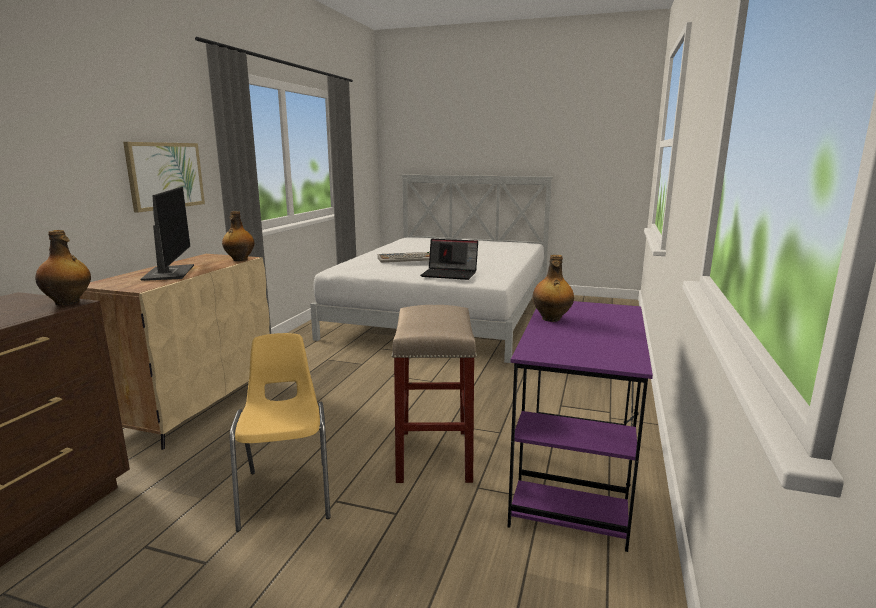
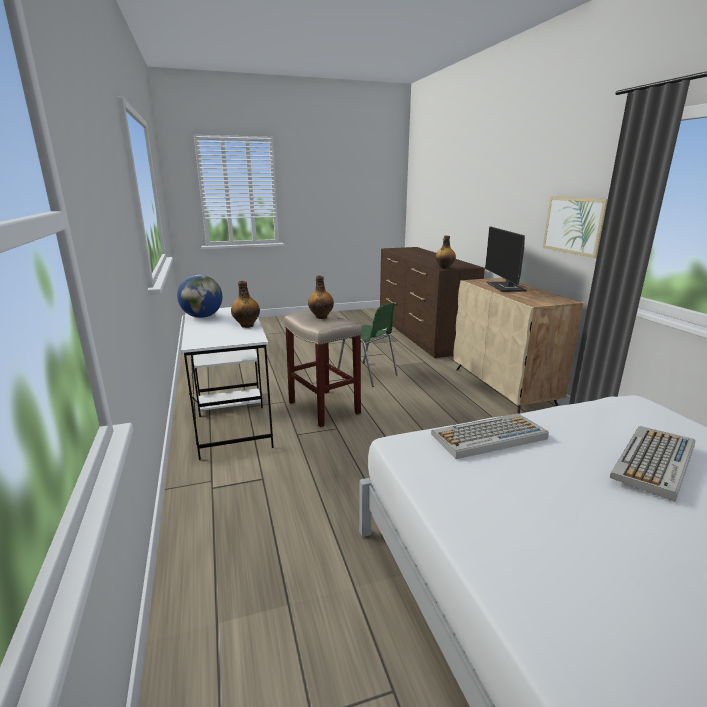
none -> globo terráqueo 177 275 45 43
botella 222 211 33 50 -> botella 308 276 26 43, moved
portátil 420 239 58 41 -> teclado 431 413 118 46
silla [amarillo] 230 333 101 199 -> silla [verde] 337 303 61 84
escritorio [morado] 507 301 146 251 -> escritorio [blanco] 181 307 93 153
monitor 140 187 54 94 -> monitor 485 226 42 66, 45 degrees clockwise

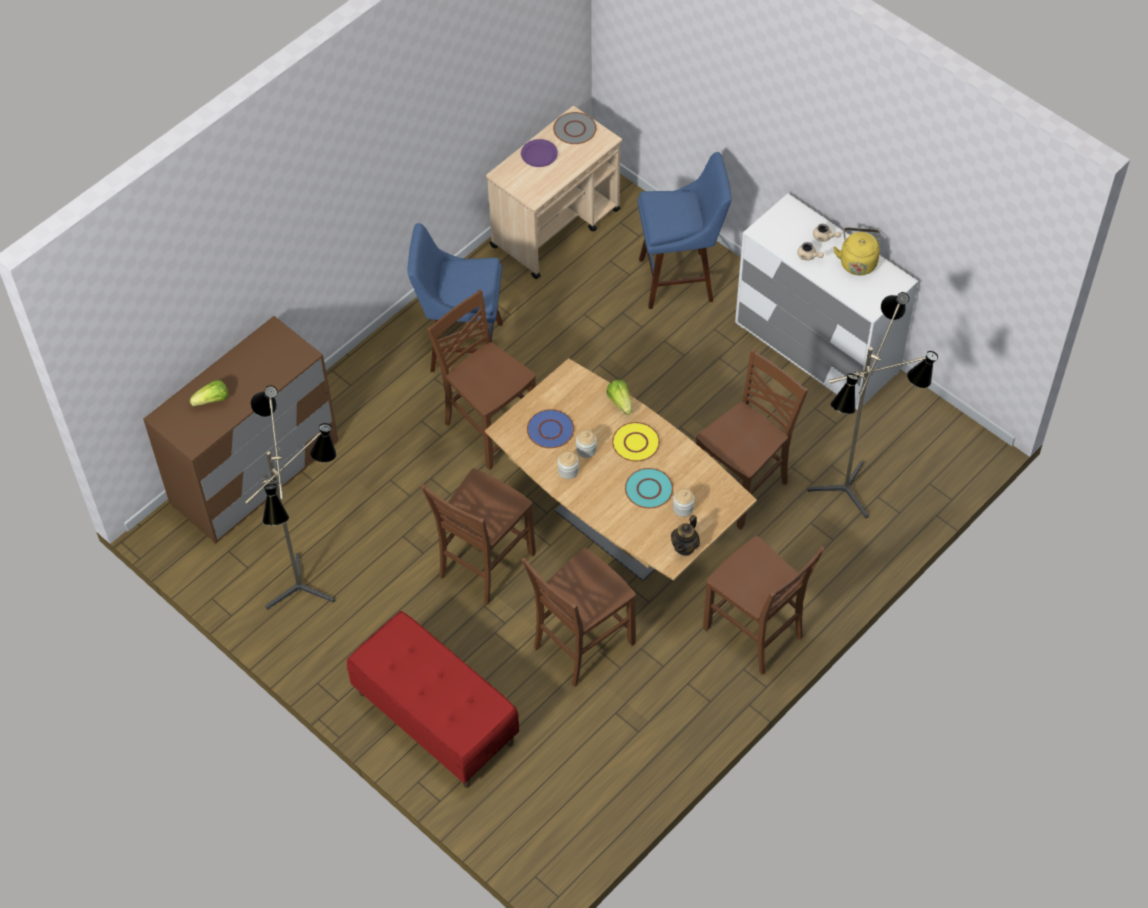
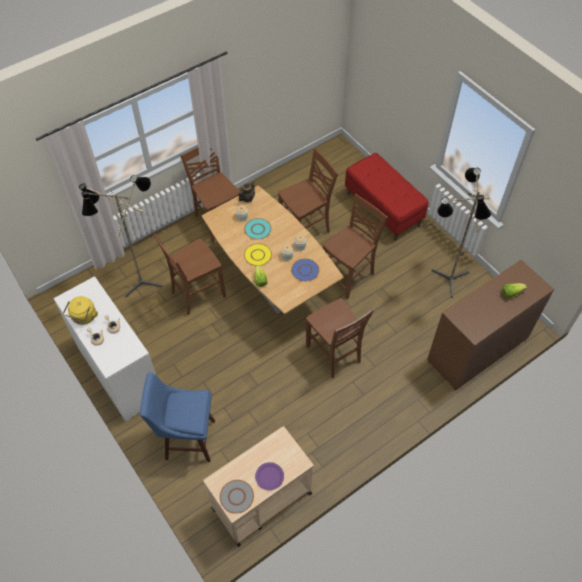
taburete [azul] 408 223 95 149 -> none

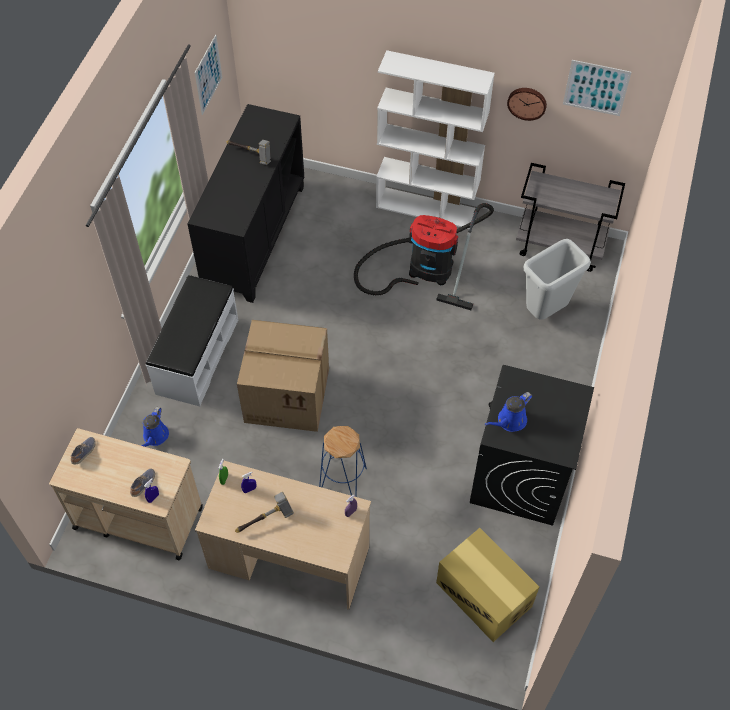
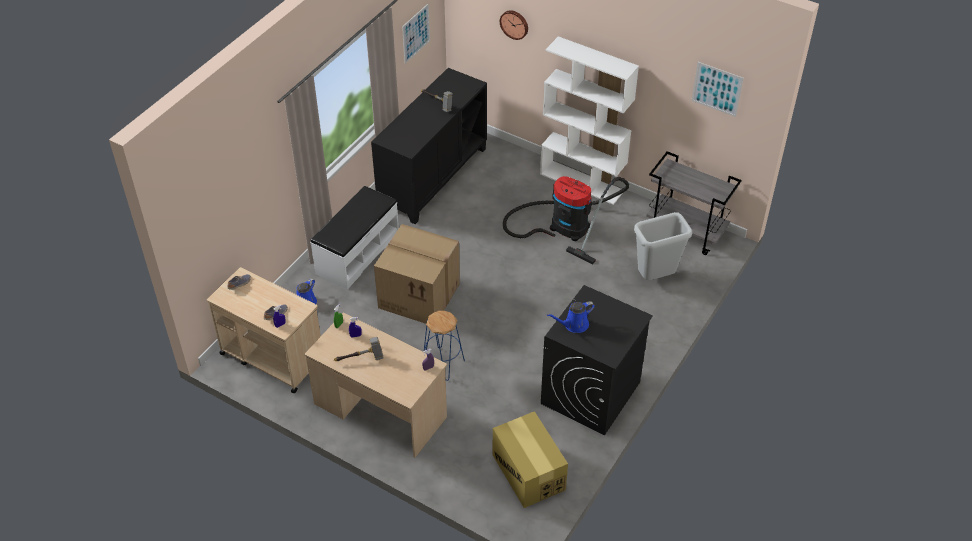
reloj de pared 507 88 40 33 -> reloj de pared 500 10 28 30, moved

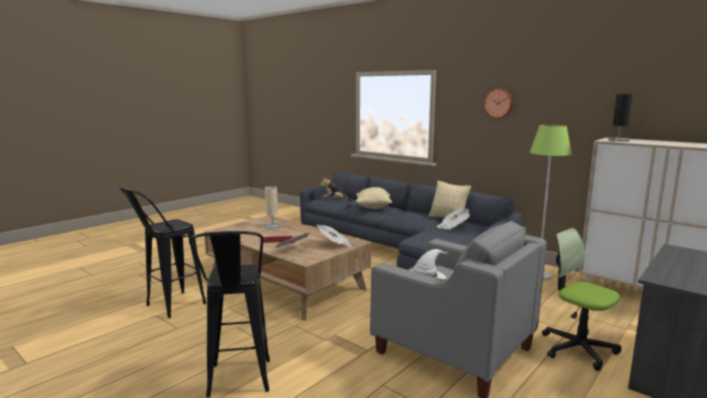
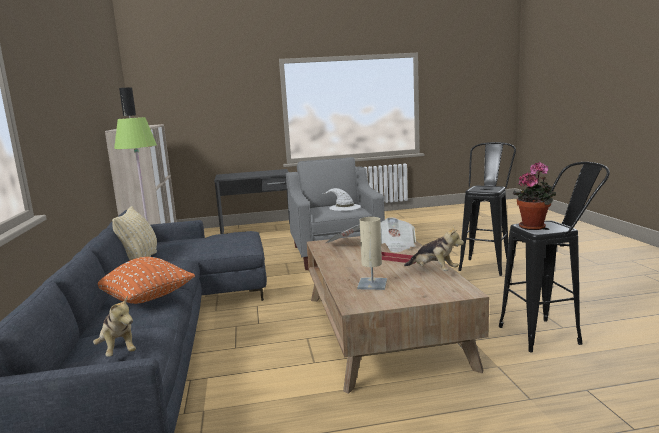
periódico 437 208 33 22 -> none
reloj de pared 484 89 29 29 -> none
silla de oficina 542 228 80 143 -> none
none -> peluche 404 225 60 46
none -> planta en maceta 513 162 43 68
cojín [beis] 356 187 36 22 -> cojín [naranja] 98 257 97 47

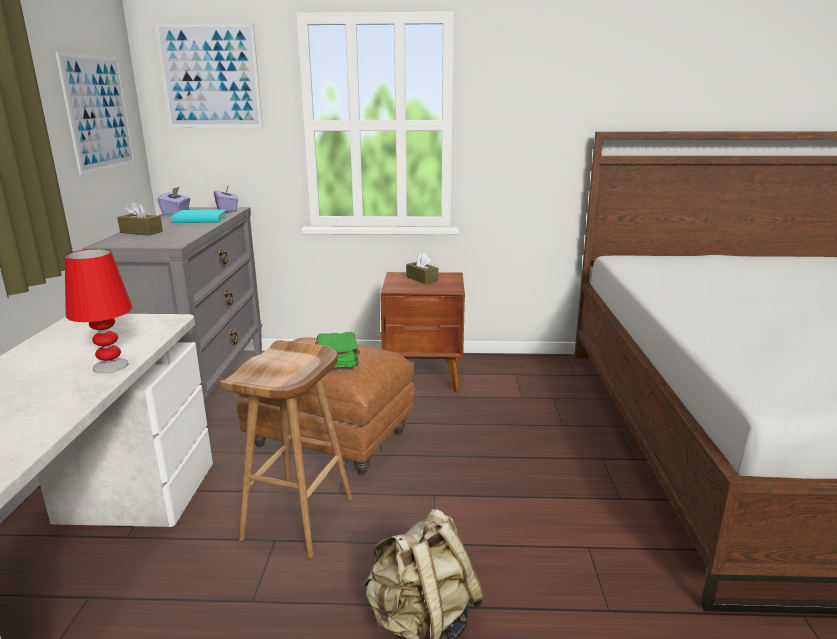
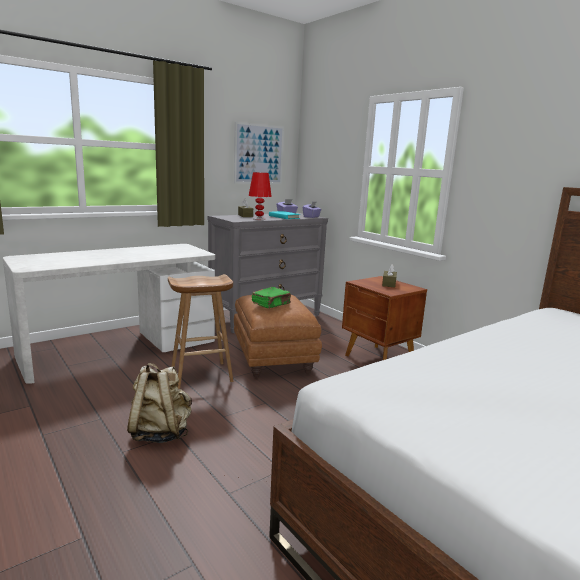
cuadro 155 23 108 105 -> none
lámpara de mesa [rojo] 65 249 68 125 -> lámpara de mesa [rojo] 249 172 23 48, moved

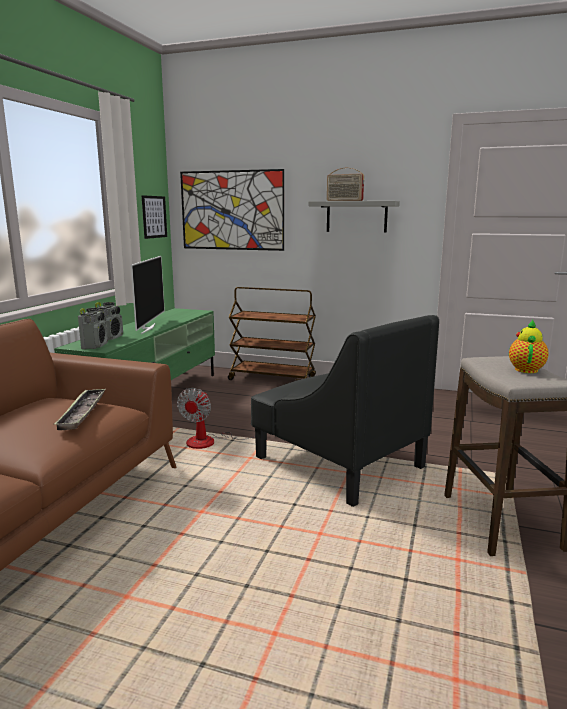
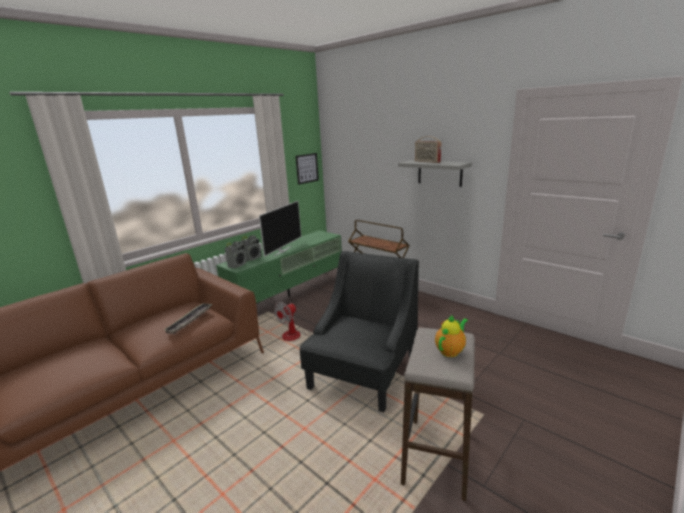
cuadro 180 169 104 82 -> none
sillón [negro] 251 315 188 192 -> sillón [negro] 300 251 119 161, 135 degrees counterclockwise

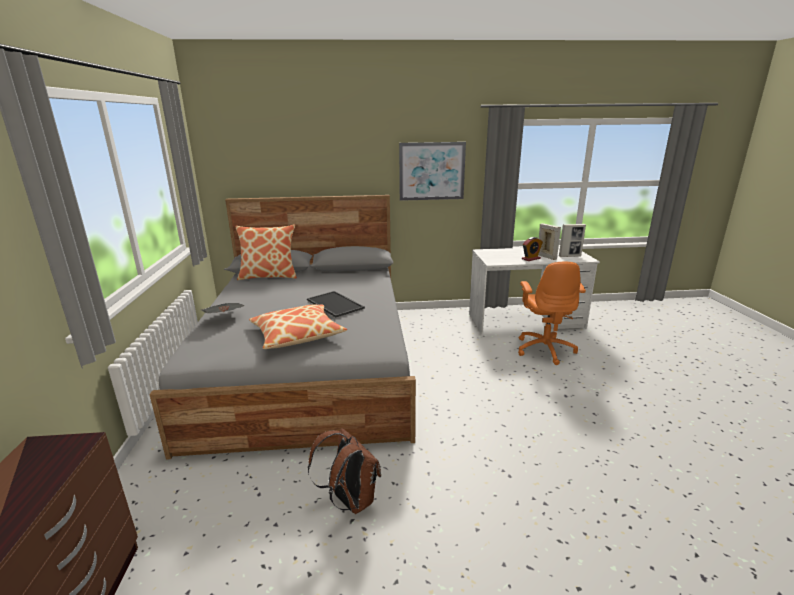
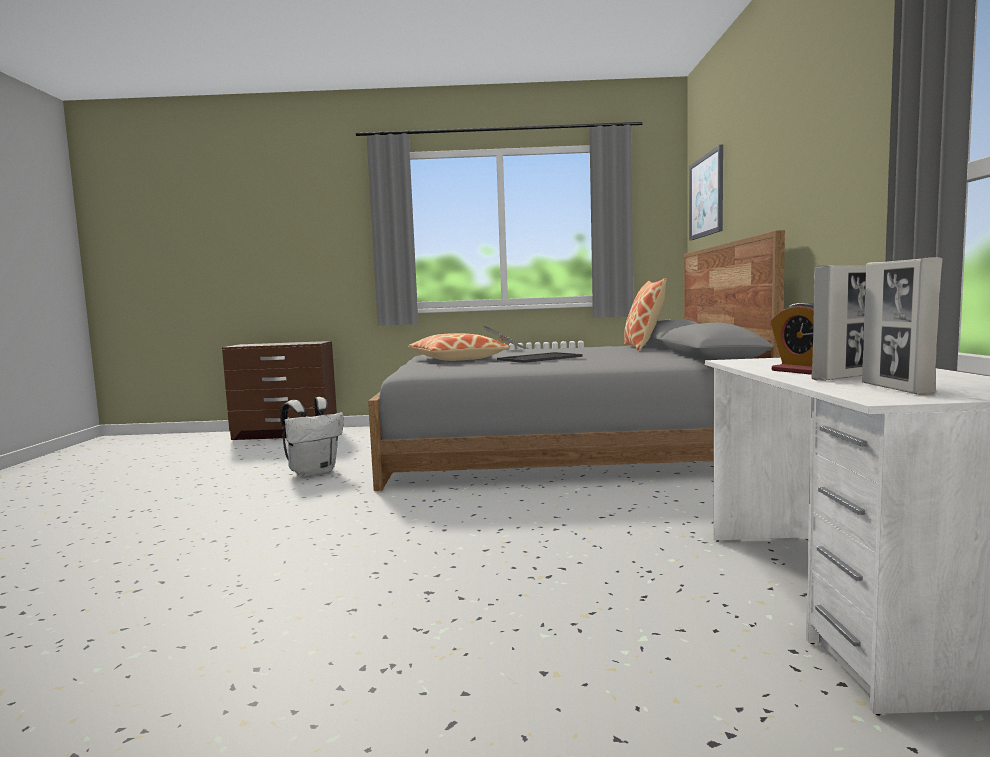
silla de oficina [naranja] 518 262 68 103 -> none
cuadro 399 142 67 59 -> cuadro 689 145 34 95, moved
mochila [marrón] 308 428 73 86 -> mochila [blanco] 280 397 64 80

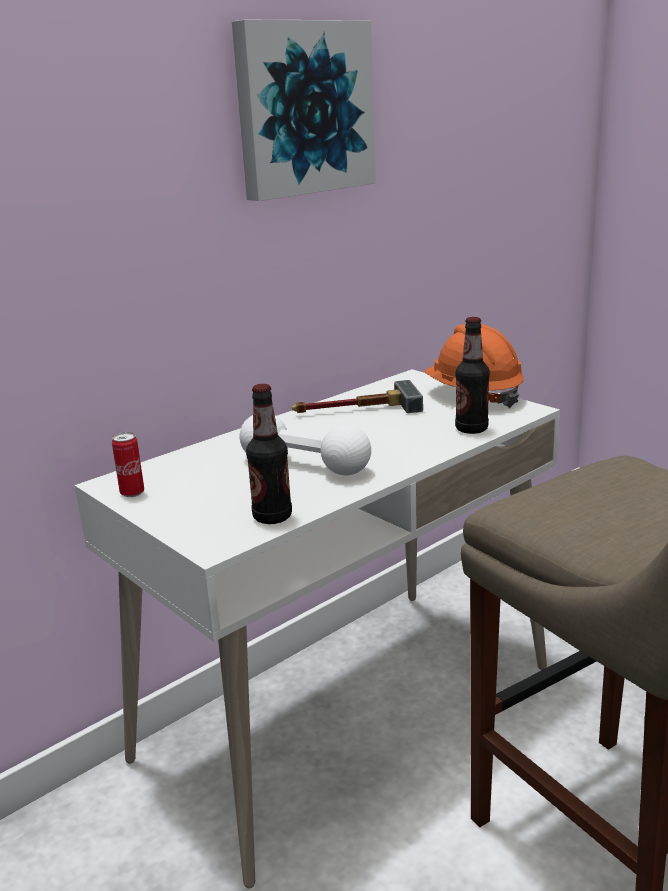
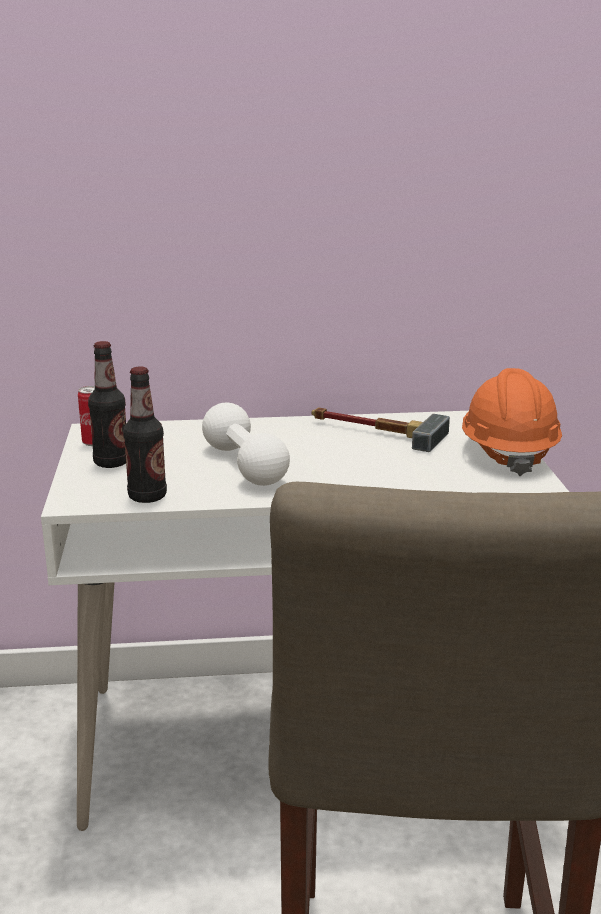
cuadro 232 20 144 181 -> none
botella 455 317 35 117 -> botella 88 341 38 127, moved

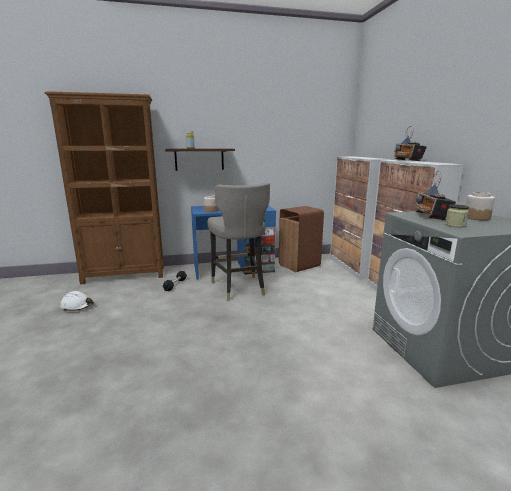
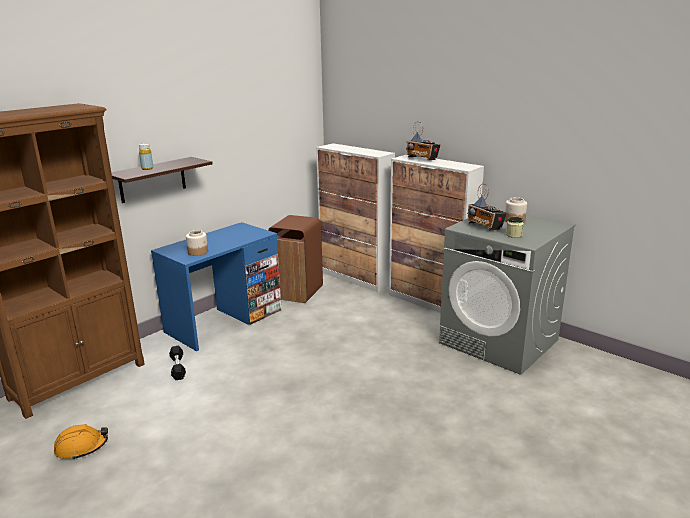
taburete [gris] 207 182 63 119 -> none
casco [blanco] 60 291 34 20 -> casco [naranja] 54 424 54 36

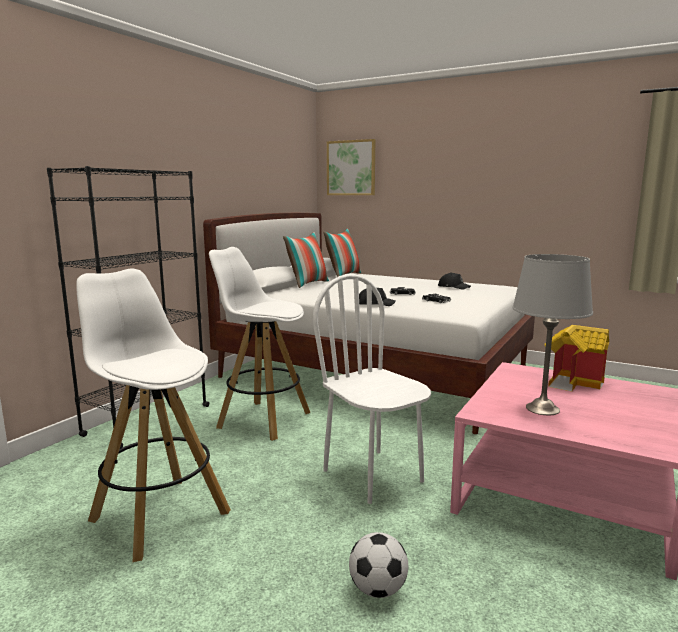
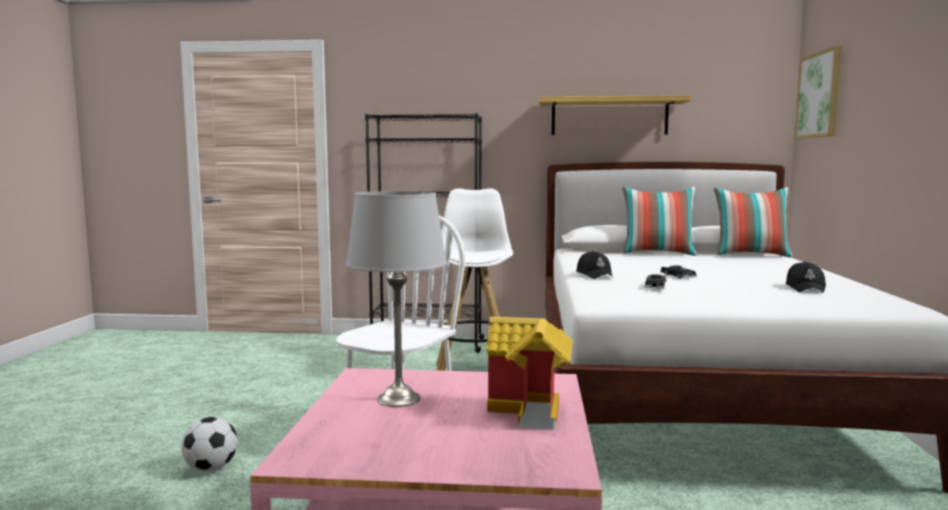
taburete [blanco] 76 268 155 294 -> none
none -> estante 539 95 152 40

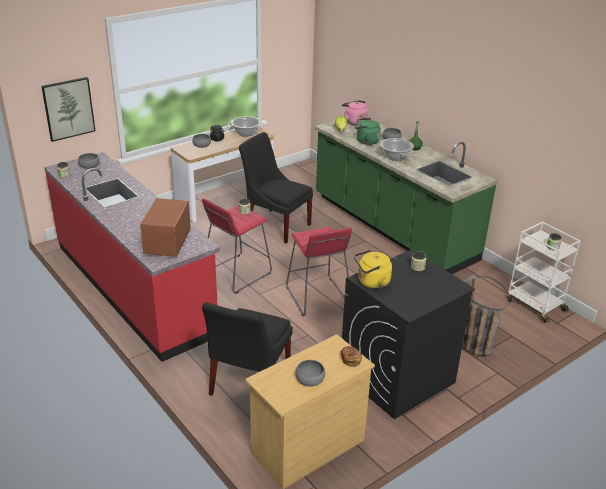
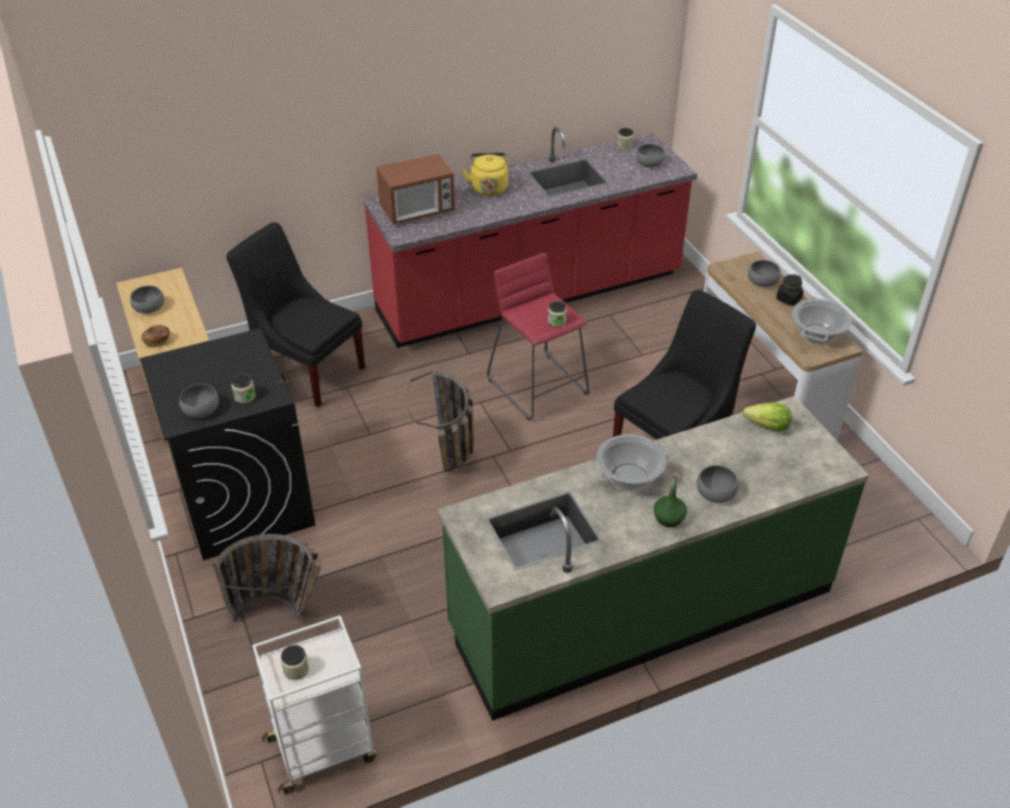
cuadro 41 77 55 65 -> none
hervidor [rosa] 342 100 26 25 -> none
hervidor [verde] 355 118 26 27 -> none
none -> cuenco [gris] 179 384 40 34
hervidor [amarillo] 354 249 38 40 -> hervidor [amarillo] 463 153 45 43, moved
taburete [rojo] 286 227 66 89 -> cesta 408 371 66 101
microondas 140 198 51 59 -> microondas 376 153 79 71, 135 degrees clockwise

